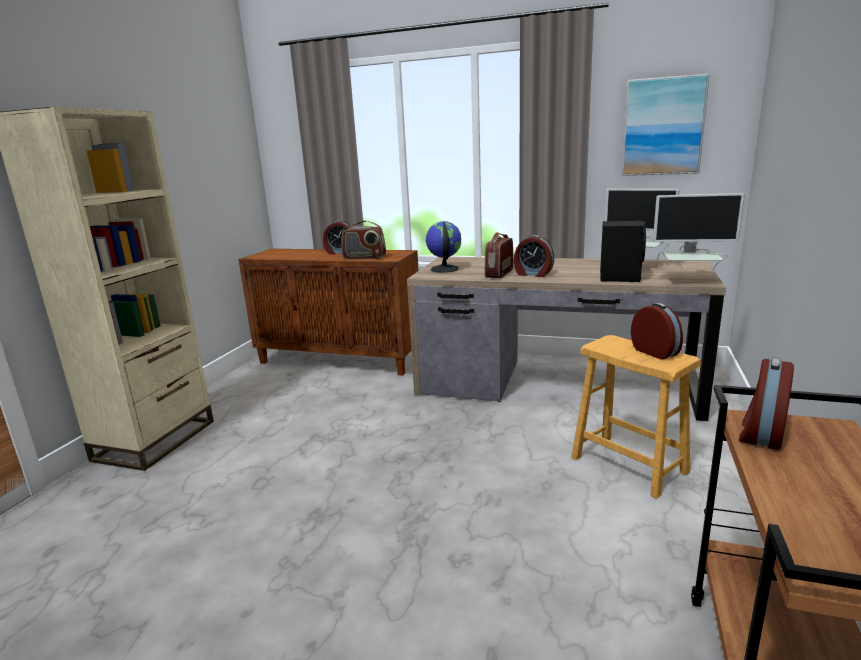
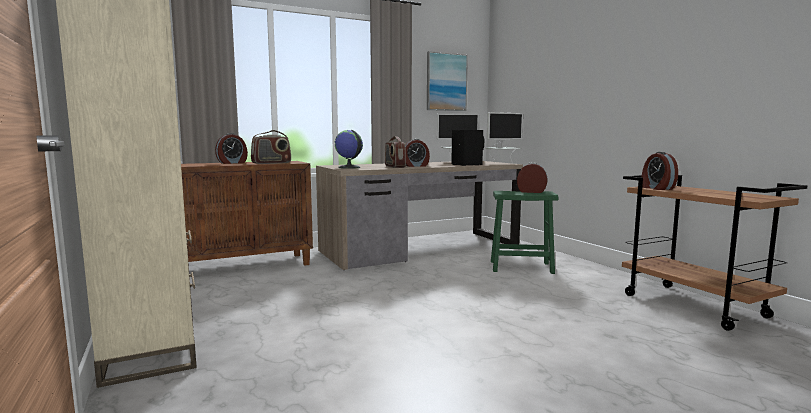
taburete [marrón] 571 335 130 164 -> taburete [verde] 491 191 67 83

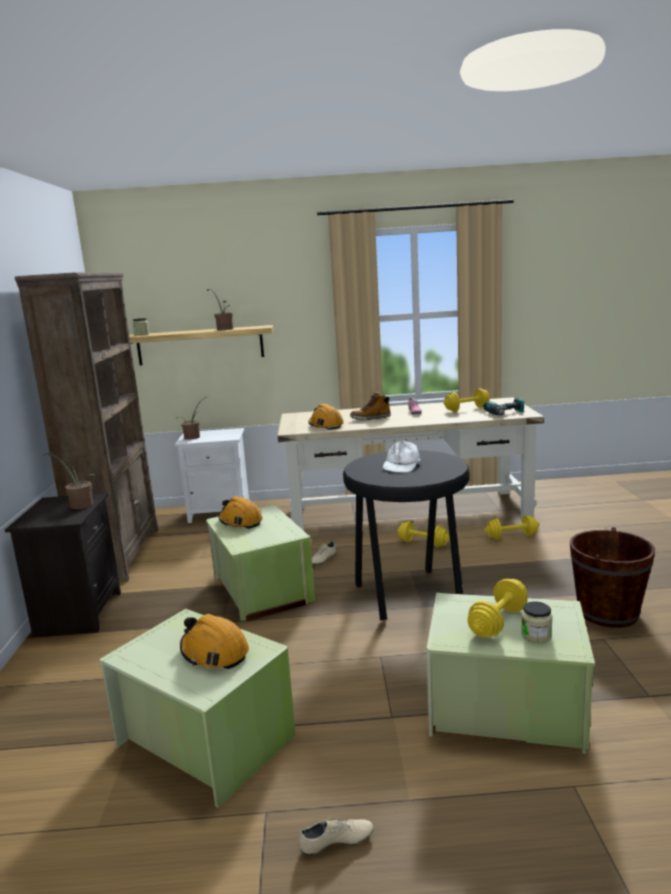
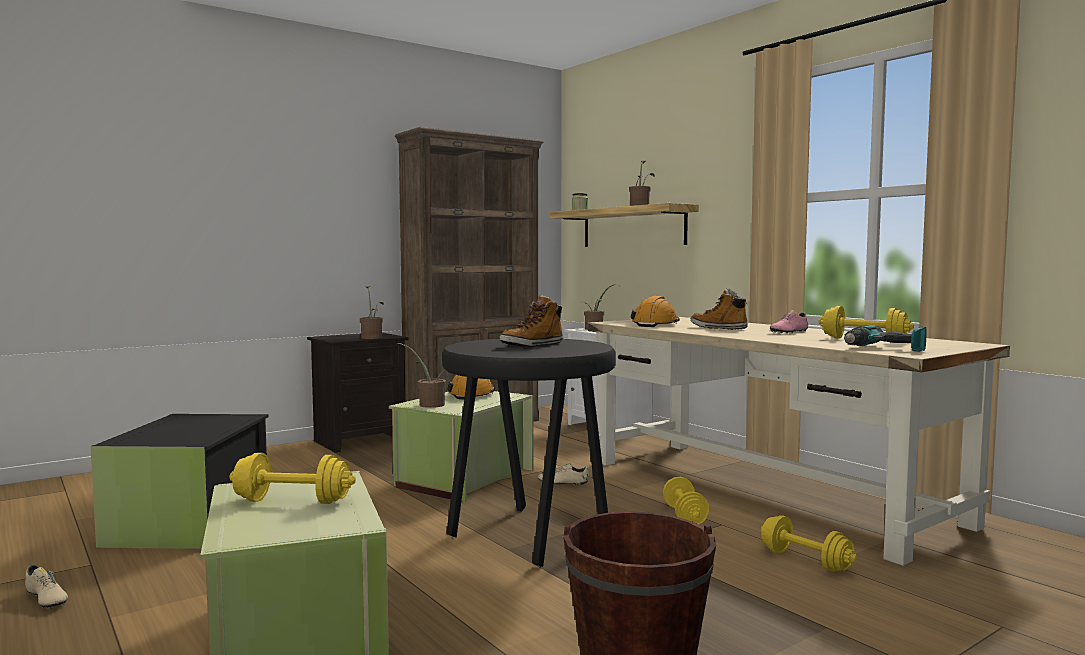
casco [naranja] 180 614 69 55 -> none
tarro 521 602 32 41 -> none
none -> planta en maceta 393 343 53 65
gorra [blanco] 383 441 38 32 -> bota 499 295 64 52
caja de almacenaje [verde] 99 609 197 199 -> caja de almacenaje [negro] 90 414 178 135

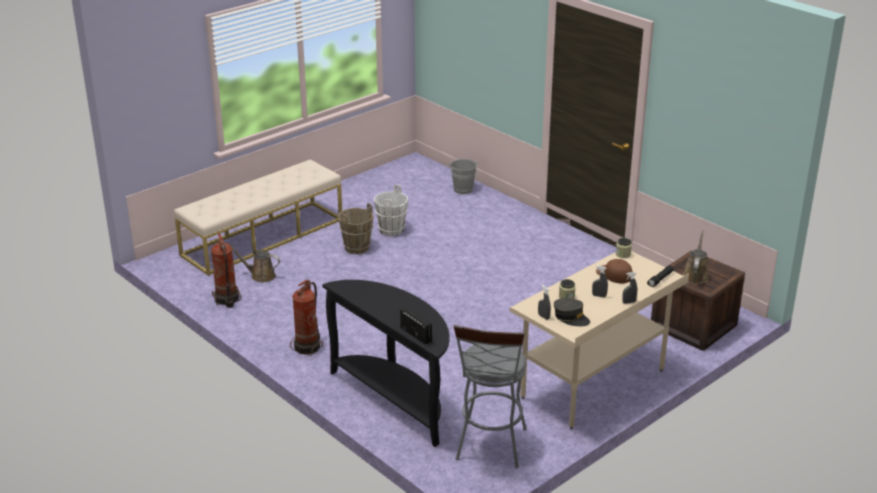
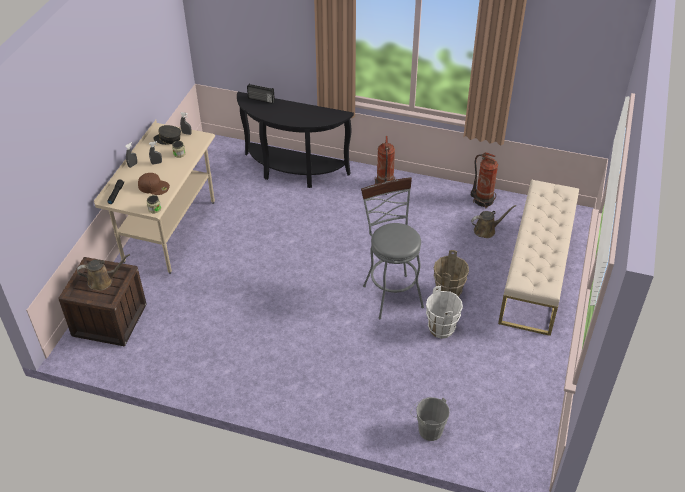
taburete [gris] 454 325 73 143 -> taburete [gris] 361 177 63 142, moved
regadera [marrón] 682 230 27 54 -> regadera [marrón] 77 254 53 37, 90 degrees counterclockwise

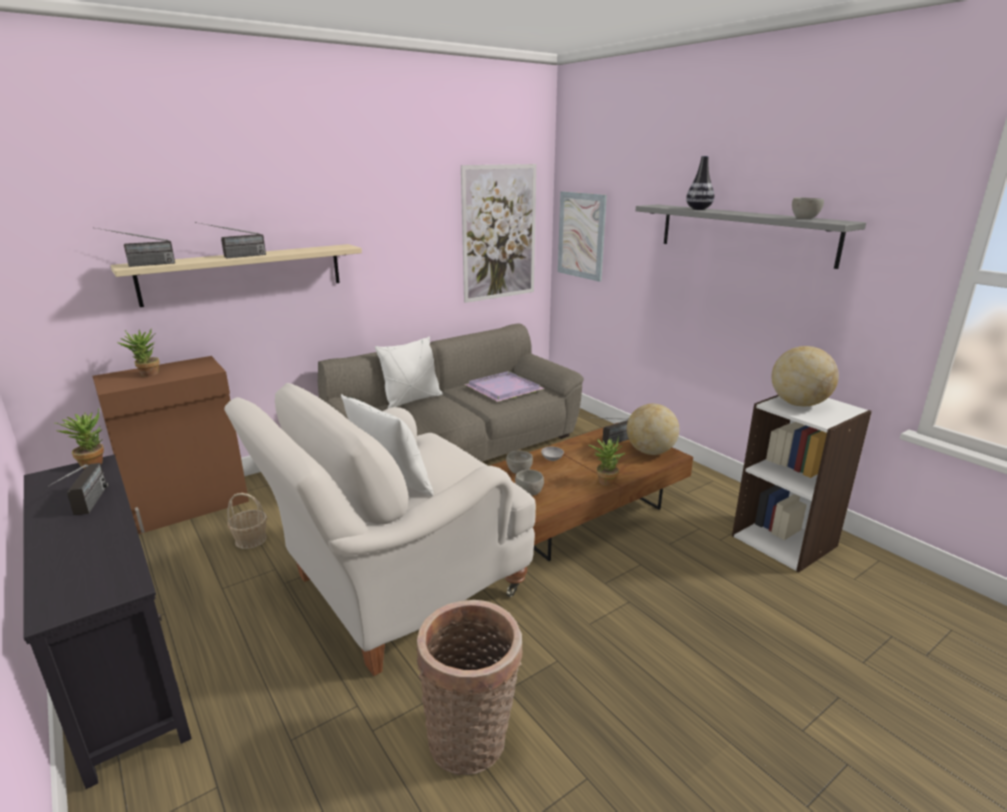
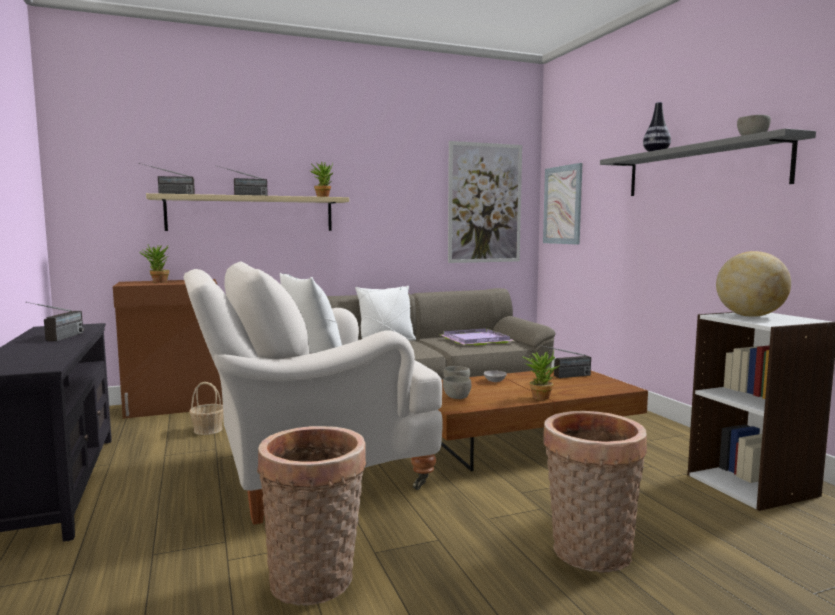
globo terráqueo 627 404 52 51 -> none
none -> cesta 543 411 104 162
planta en maceta 54 409 50 60 -> planta en maceta 310 162 24 35, moved

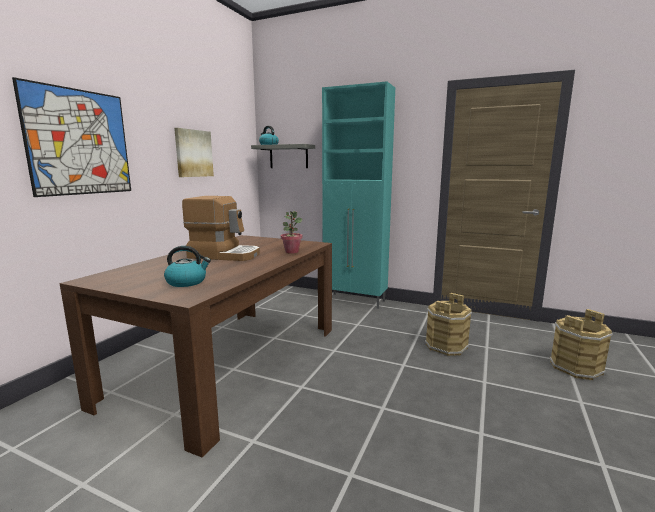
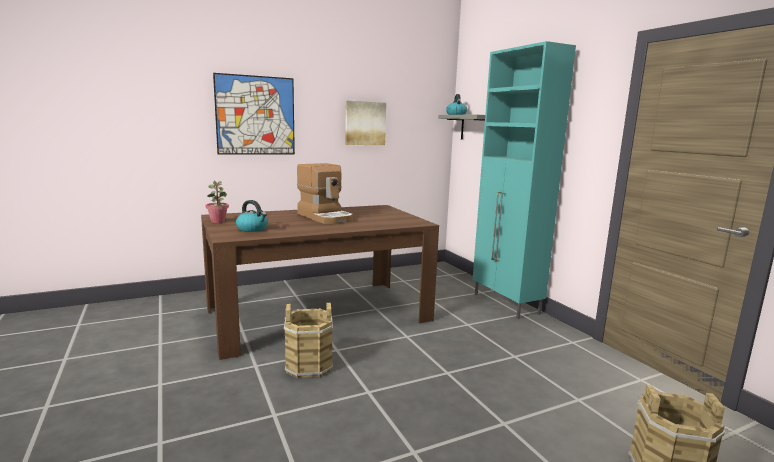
planta en maceta 281 211 21 43 -> planta en maceta 206 181 23 42, moved
cubo [marrón] 425 293 47 63 -> cubo [marrón] 284 303 49 75, moved

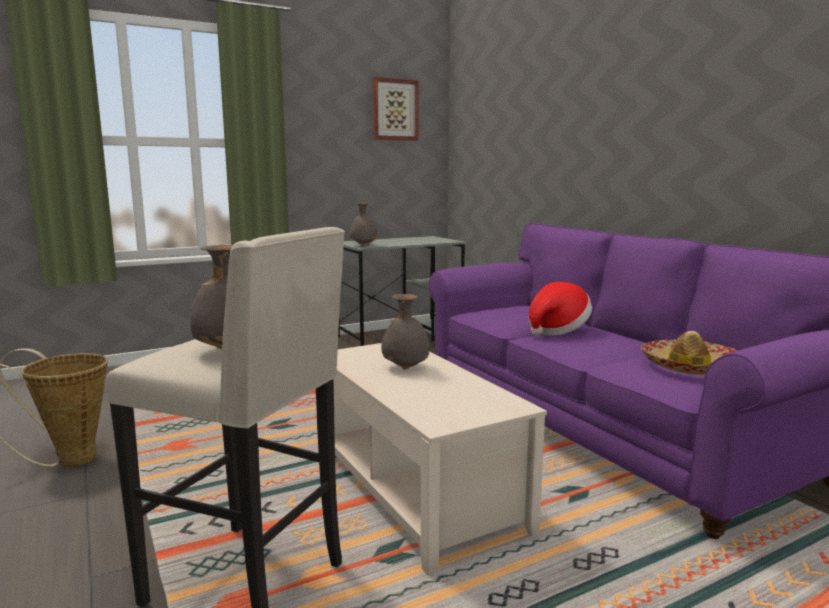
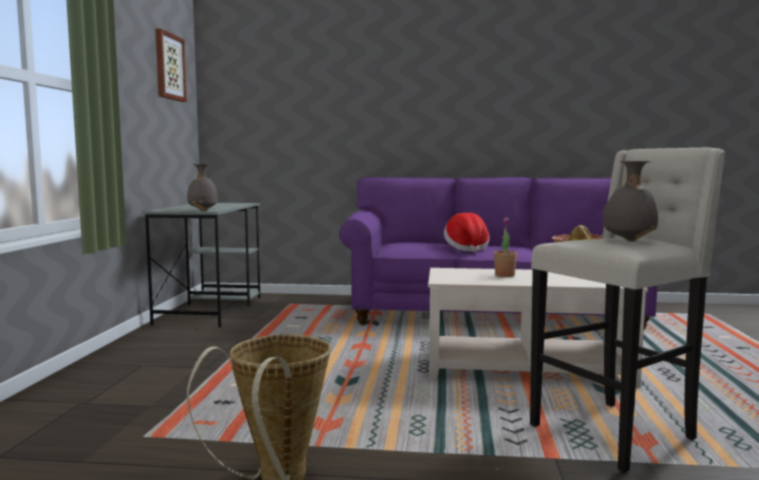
florero [gris] 381 294 48 76 -> planta en maceta 494 217 23 60

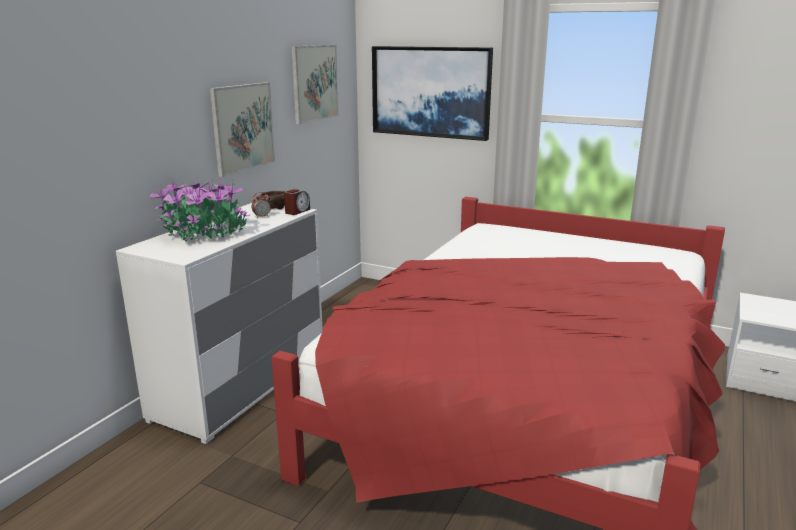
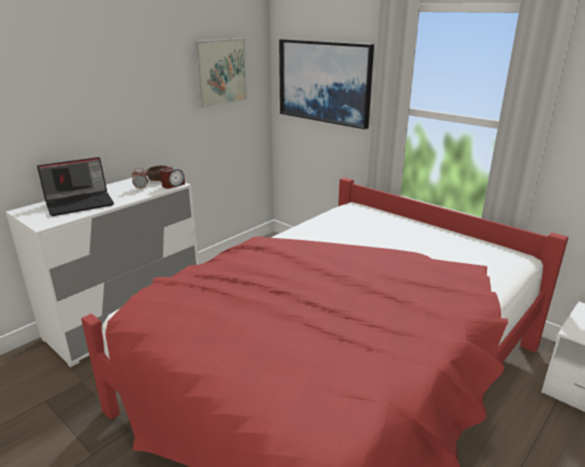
cuadro 210 82 65 95 -> none
planta en maceta 149 176 101 66 -> portátil 37 157 77 59

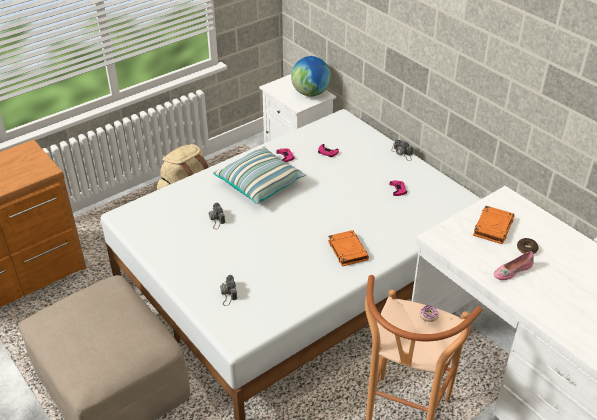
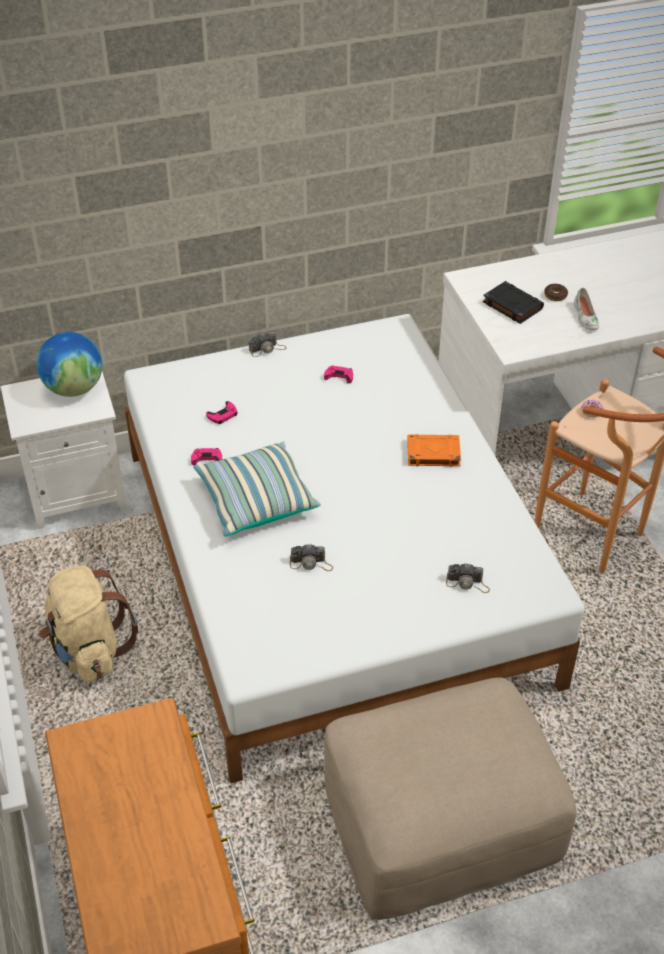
libro [naranja] 473 205 41 39 -> libro [negro] 483 281 61 43
zapato [rosa] 494 251 40 29 -> zapato [blanco] 574 288 25 42

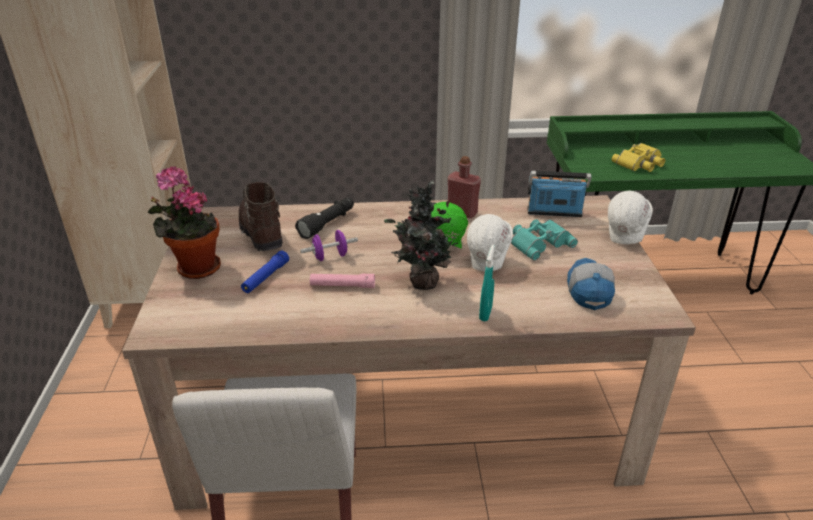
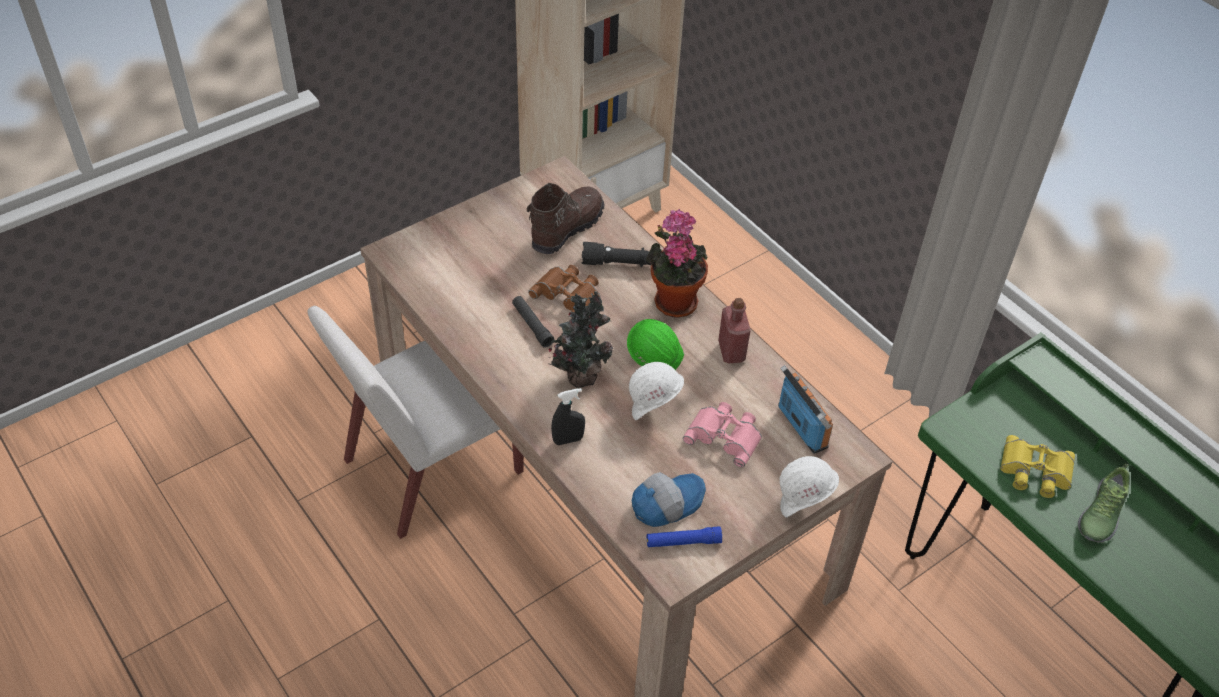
none -> zapato 1078 463 52 80
planta en maceta 148 166 73 113 -> planta en maceta 646 209 62 108, moved
linterna [azul] 241 250 48 43 -> linterna [azul] 647 526 75 21, moved
mancuerna [morado] 300 230 58 31 -> prismáticos [marrón] 528 265 73 53
linterna [rosa] 310 274 65 14 -> linterna [negro] 512 296 43 52
pulverizador [turquesa] 479 245 16 76 -> pulverizador [negro] 551 388 34 57
prismáticos [turquesa] 511 219 67 41 -> prismáticos [rosa] 683 402 79 65

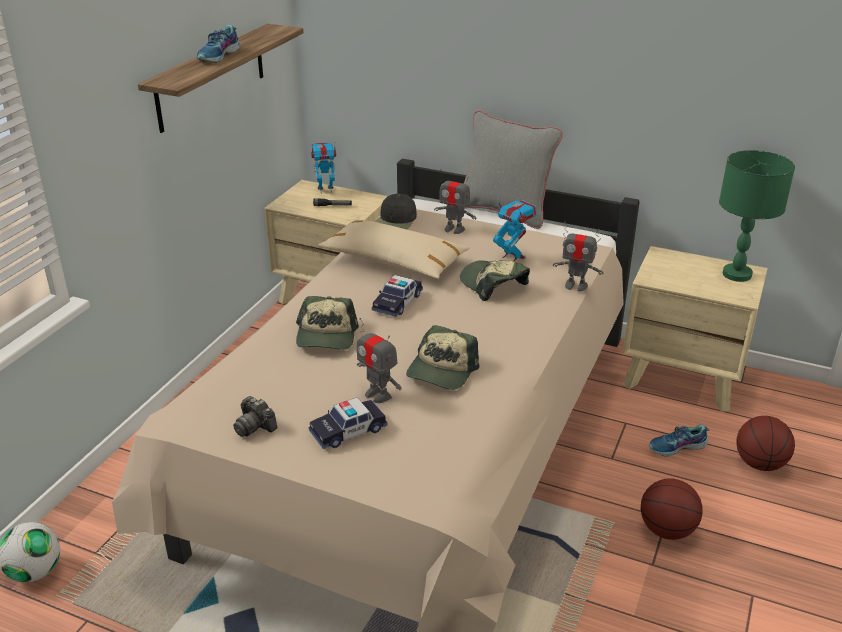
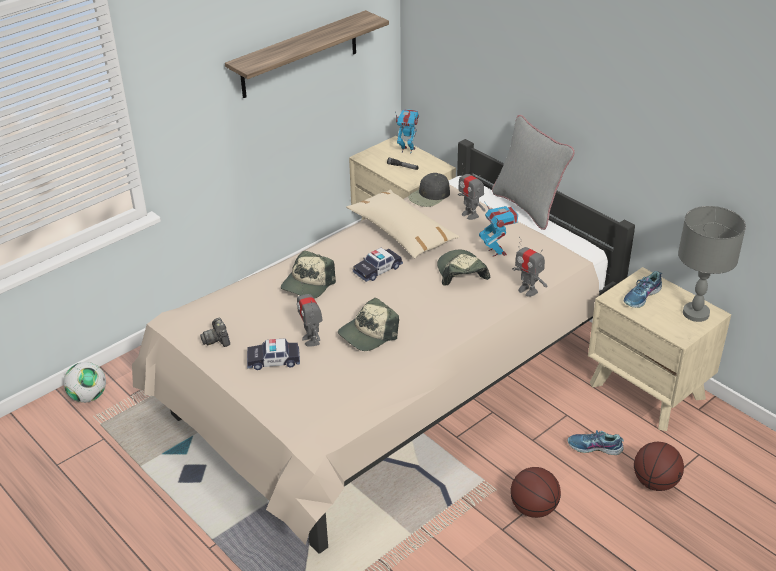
zapato 197 25 43 38 -> zapato 624 271 38 37, moved
lámpara de mesa [verde] 719 150 76 132 -> lámpara de mesa [gris] 678 206 68 116

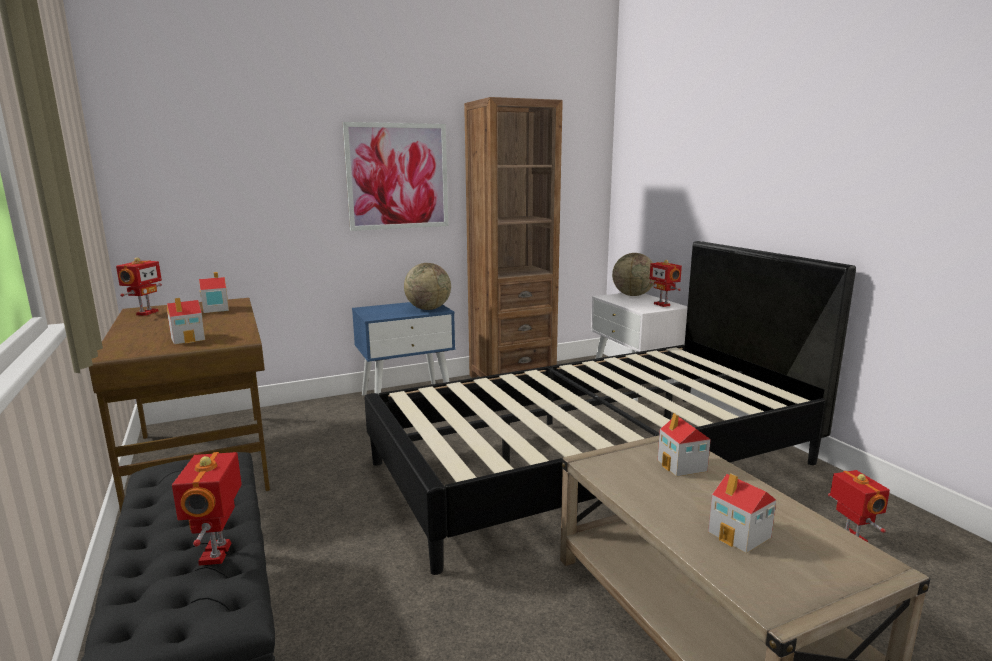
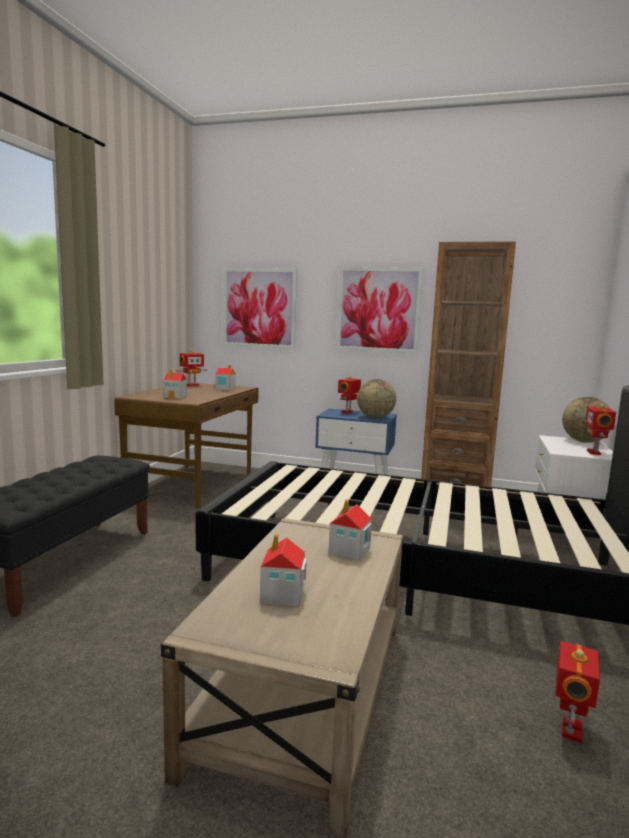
none -> cuadro 223 268 74 81
robot de juguete 172 452 70 114 -> robot de juguete 338 376 23 37, moved

